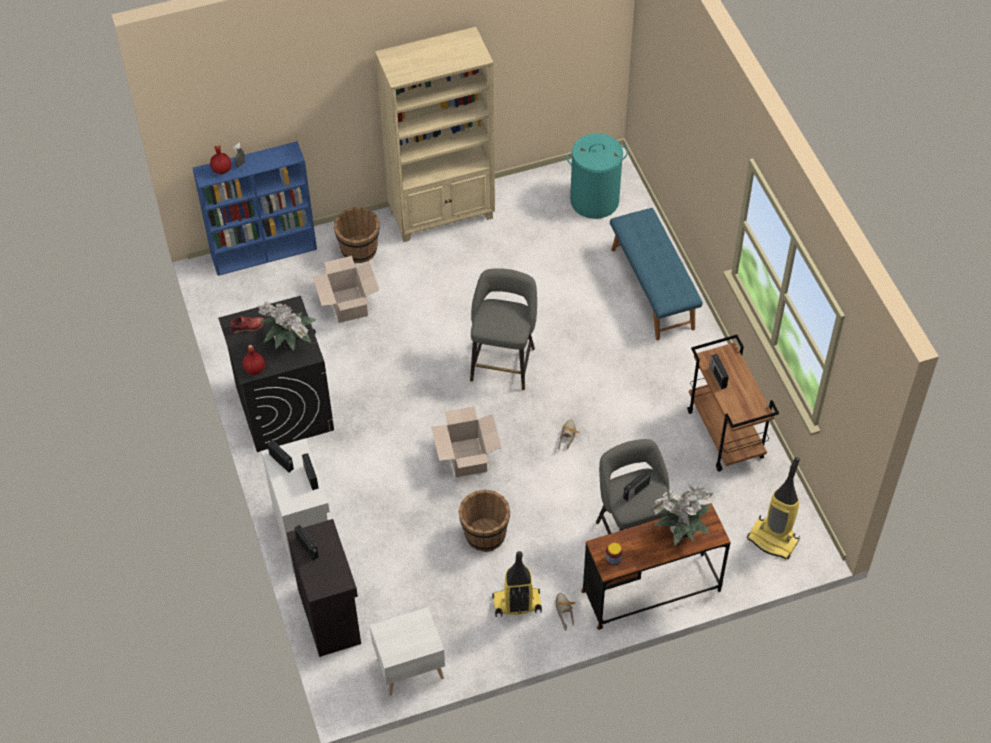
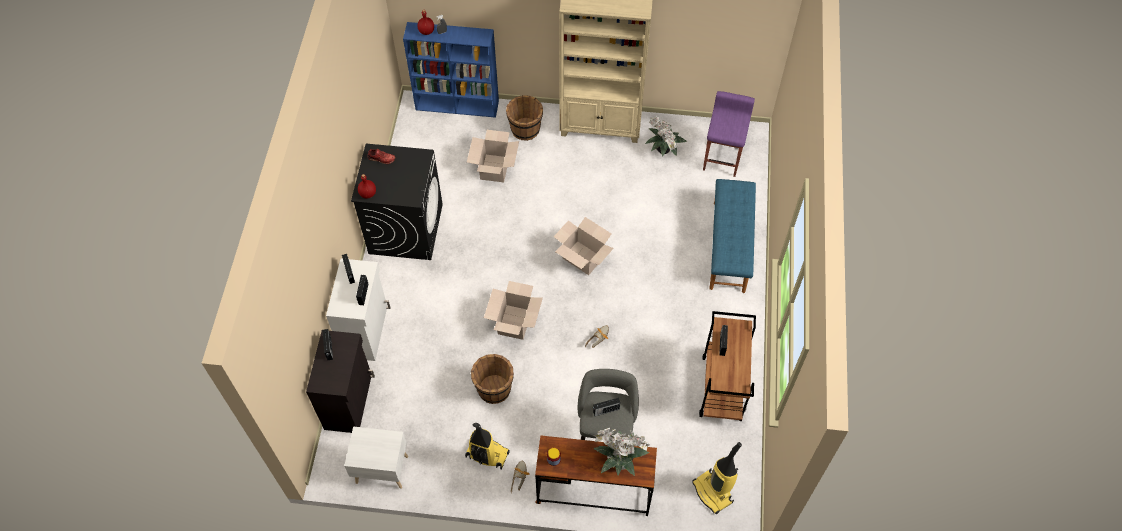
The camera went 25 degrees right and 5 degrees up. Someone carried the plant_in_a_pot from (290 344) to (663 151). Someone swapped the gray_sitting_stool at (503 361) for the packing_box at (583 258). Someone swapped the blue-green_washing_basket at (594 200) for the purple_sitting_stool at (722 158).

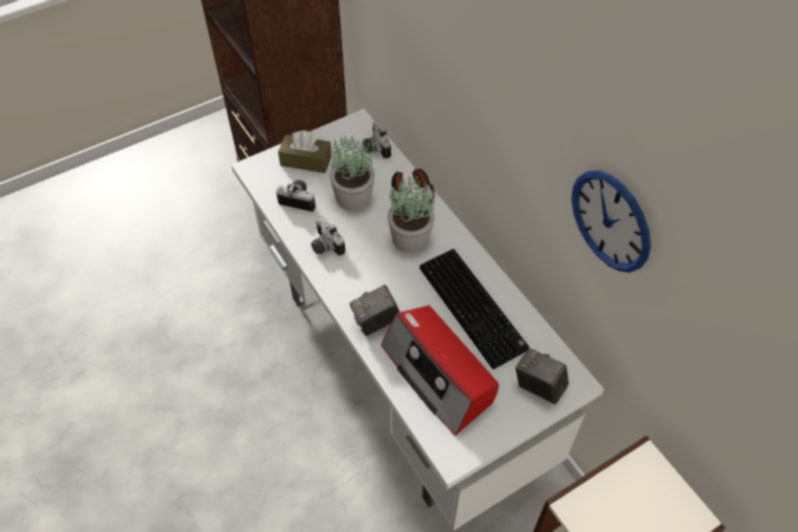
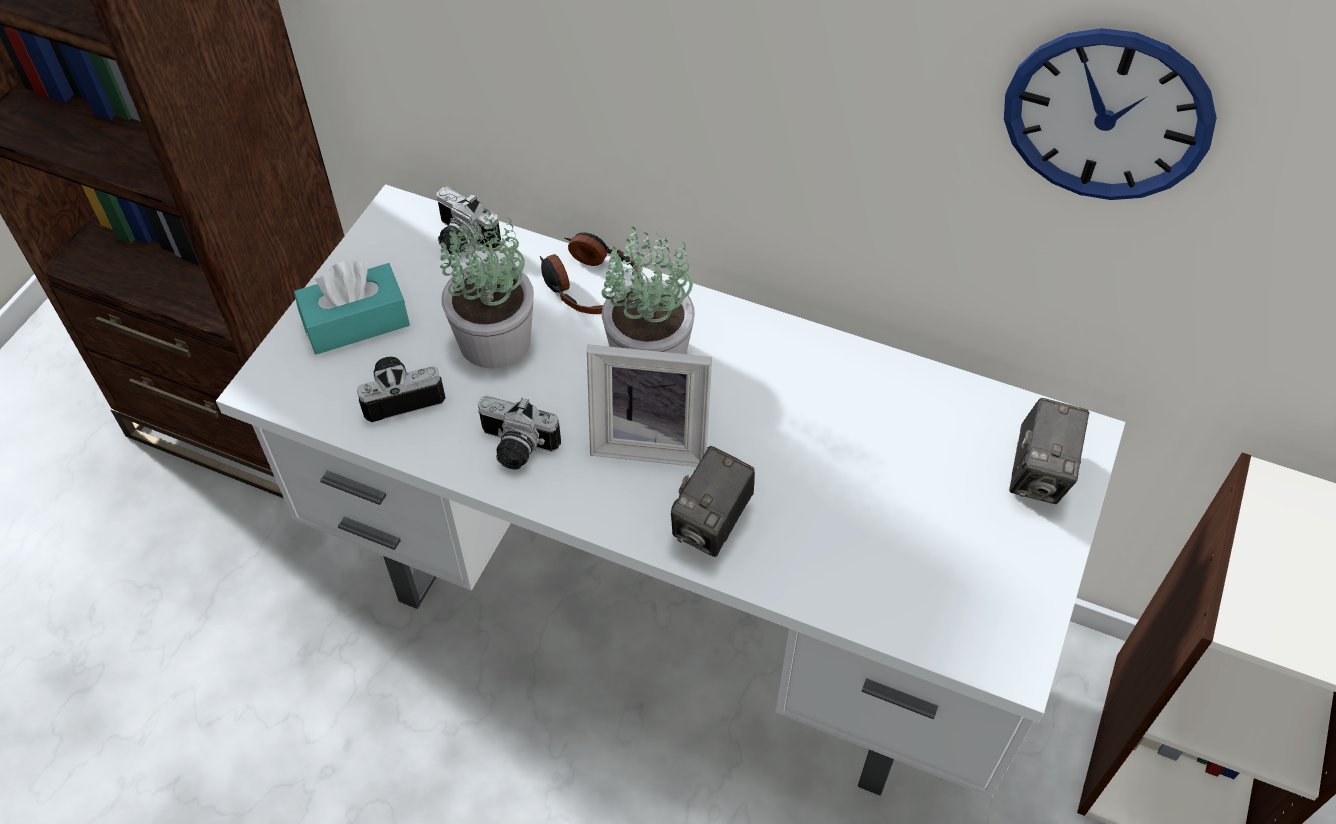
The camera went 35 degrees left and 0 degrees up. Someone repainted the brown_tissue_box at (306 161), which became the blue-green_tissue_box at (356 322). Someone took away the radio at (439 375). Someone took away the computer_keyboard at (475 308). Someone rotated the still_camera at (539 387) by 75 degrees counterclockwise. Someone put down the picture_frame at (650 440).

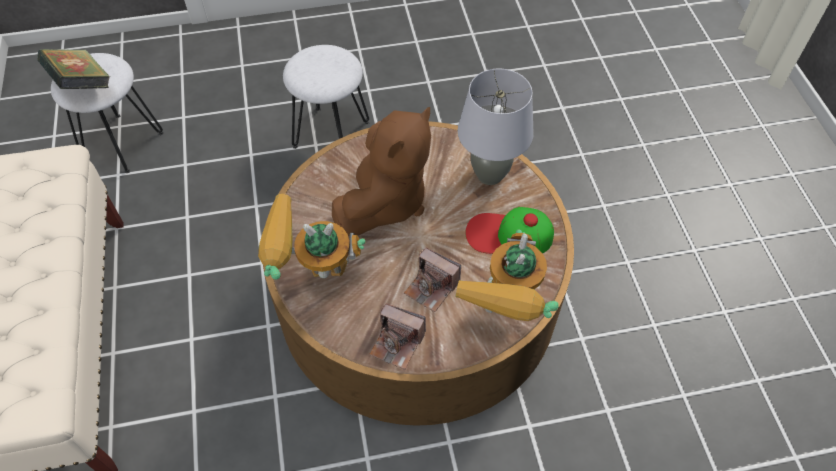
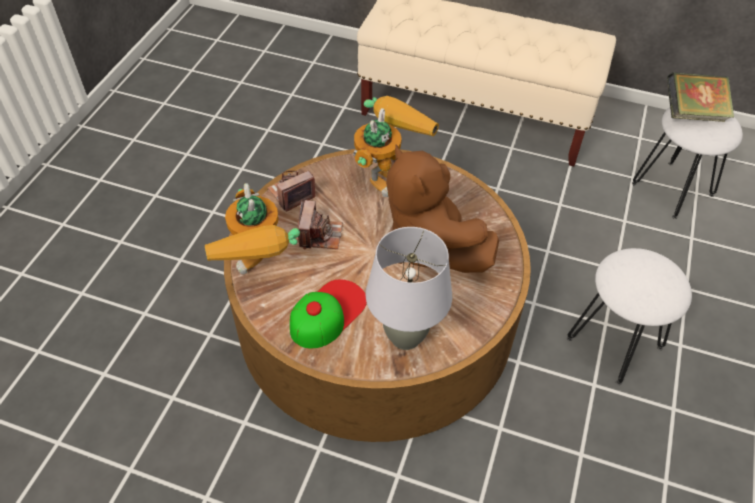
The camera went 120 degrees right and 5 degrees down. Someone rotated the still_camera at (431 287) by 120 degrees clockwise. Someone rotated the robot_figure at (505 313) by 150 degrees counterclockwise.

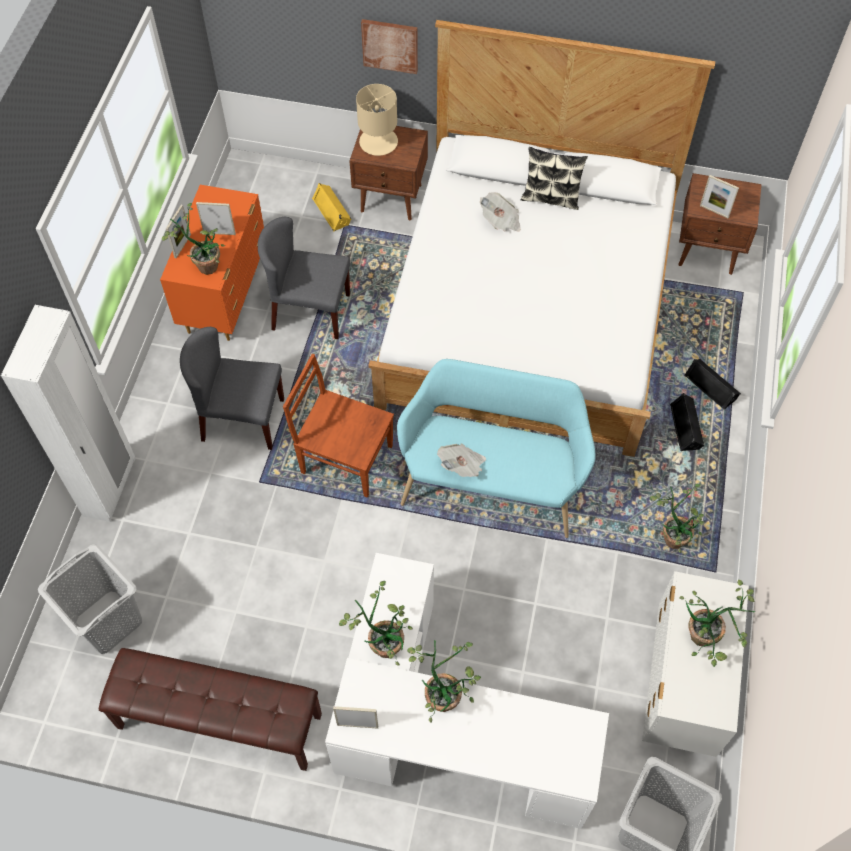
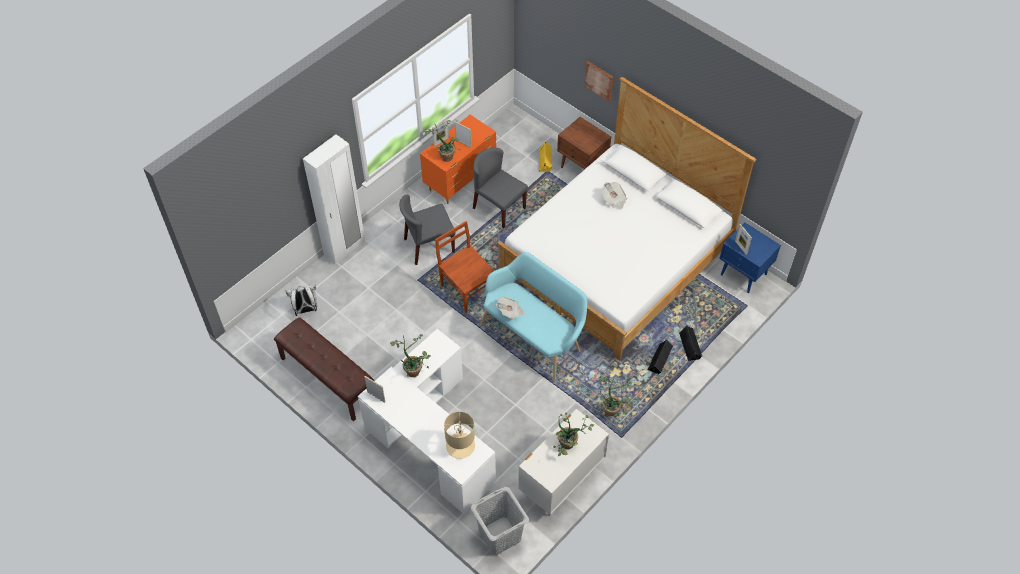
The camera went 30 degrees right and 5 degrees down. Someone swapped the gray_washing_basket at (108 622) for the white-coloured_backpack at (306 310). Someone rotated the gray_plain_chair at (242 419) by 60 degrees counterclockwise. Someone carried the beige-coloured_tabletop_lamp from (378 142) to (460 445). Someone took away the plant_in_a_pot at (444 693). Someone took away the throw_pillow at (551 198). Someone repainted the brown_bedside_table at (708 251), which became the bluish_bedside_table at (744 274).

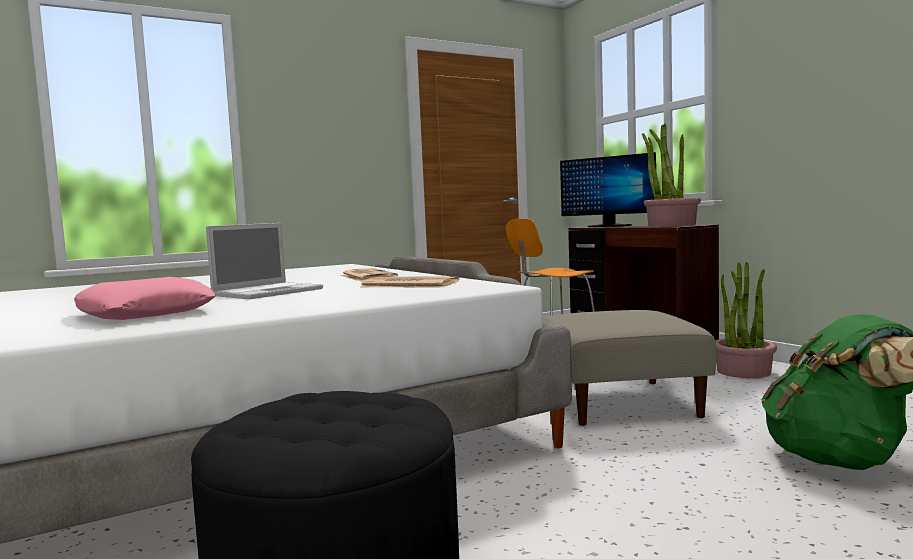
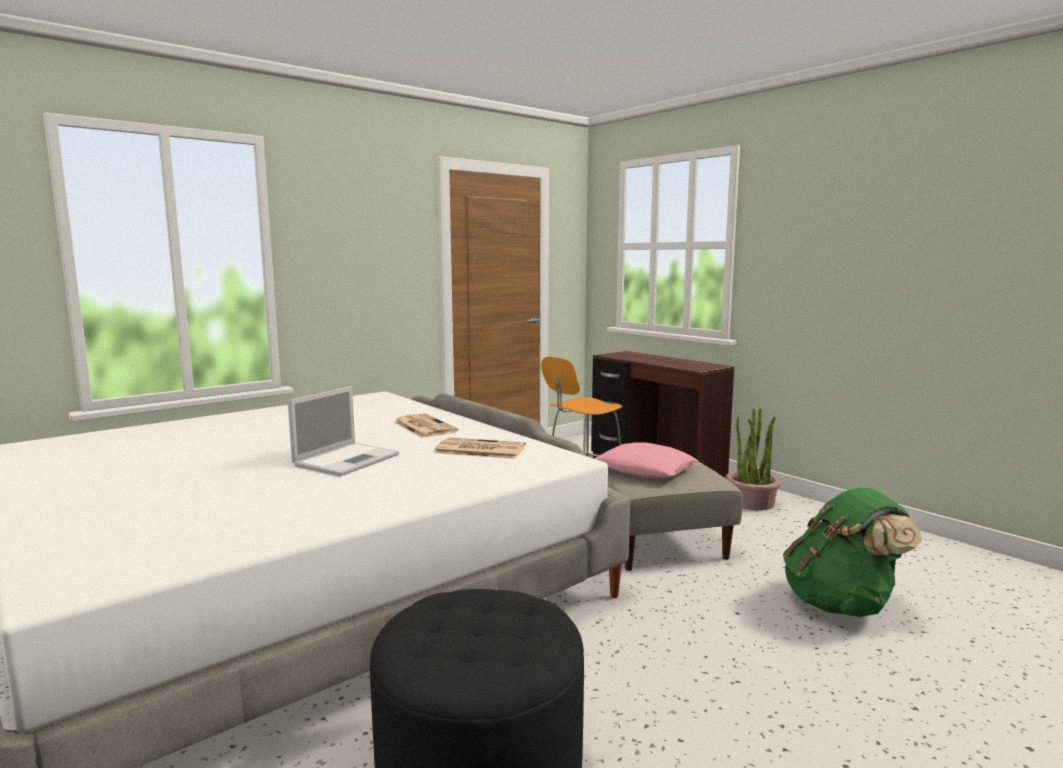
The camera went 10 degrees left and 5 degrees up. Someone carried the pink_throw_pillow from (144 313) to (645 469). Someone took away the monitor at (609 226). Someone took away the plant_in_a_pot at (671 225).

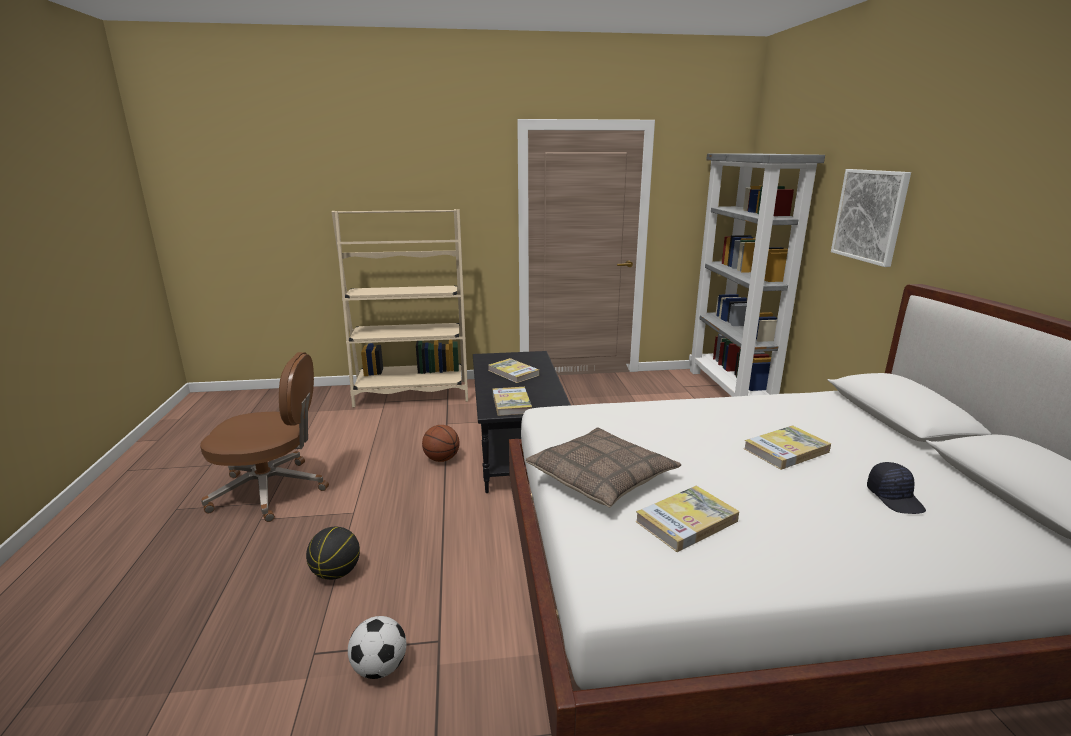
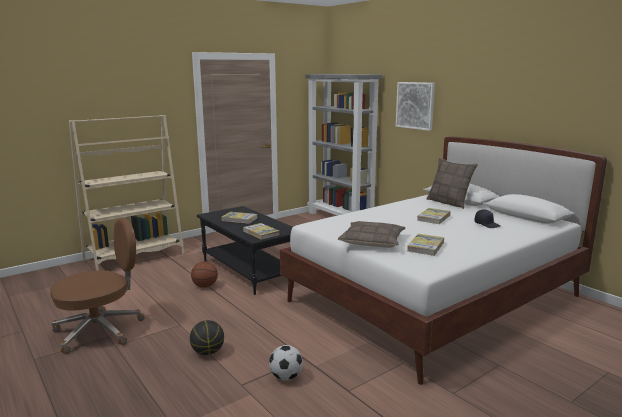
The camera went 30 degrees left and 5 degrees down. Someone put down the throw_pillow at (449 203).

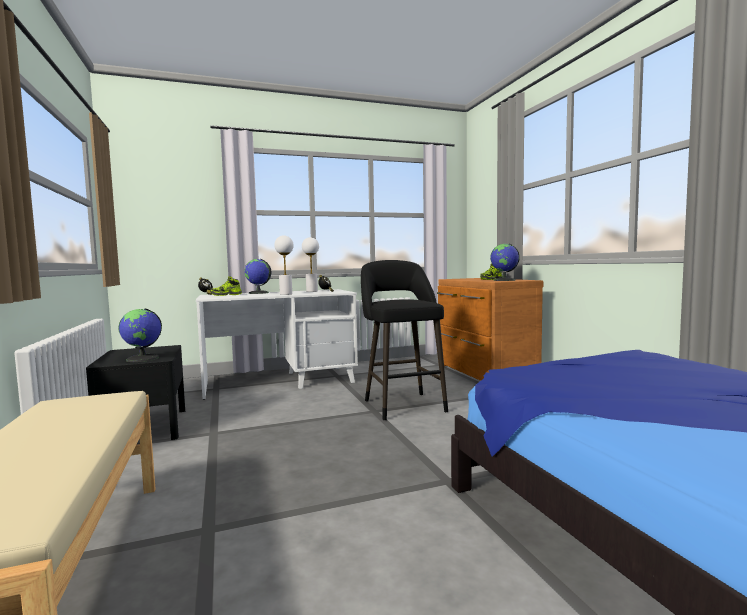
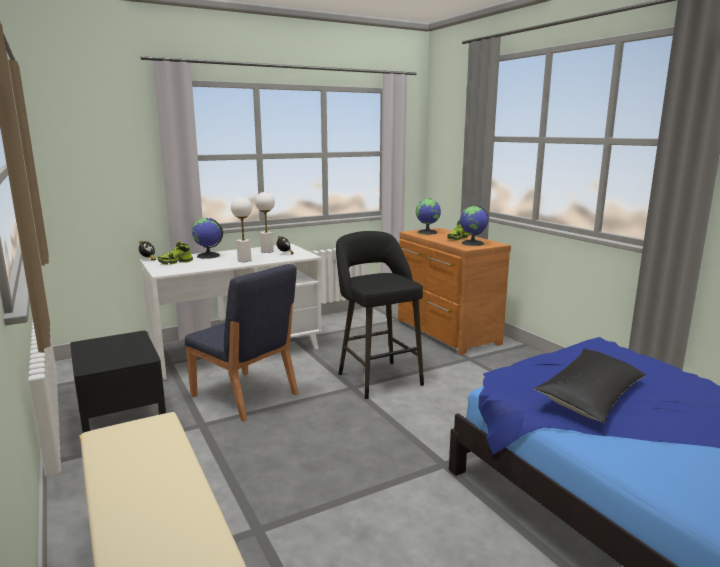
The camera went 10 degrees left and 10 degrees up. Someone carried the world_globe from (143 359) to (428 232). Someone put down the bluish_plain_chair at (245 395). Someone put down the black-coloured_throw_pillow at (591 396).

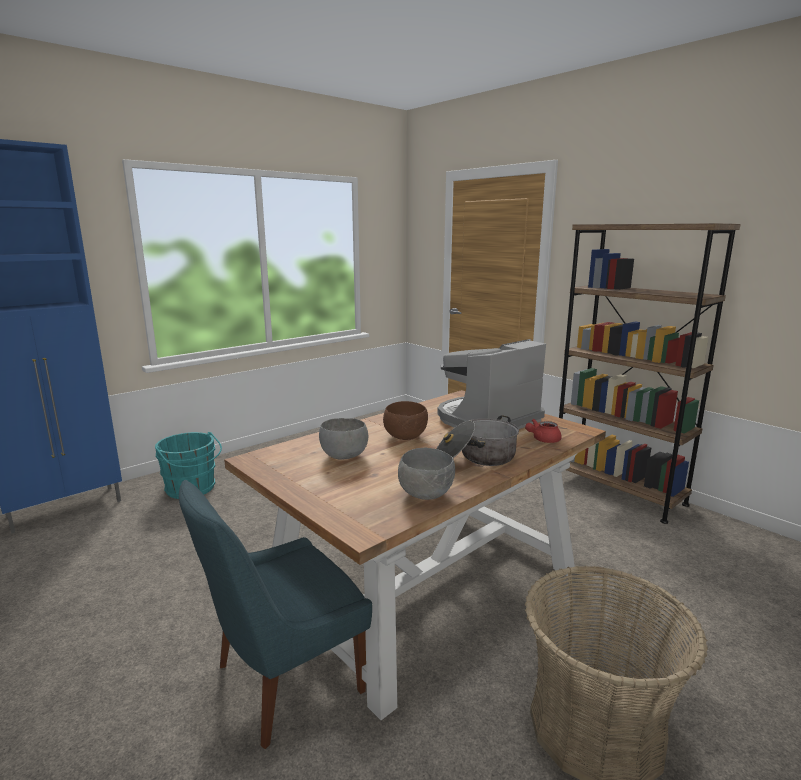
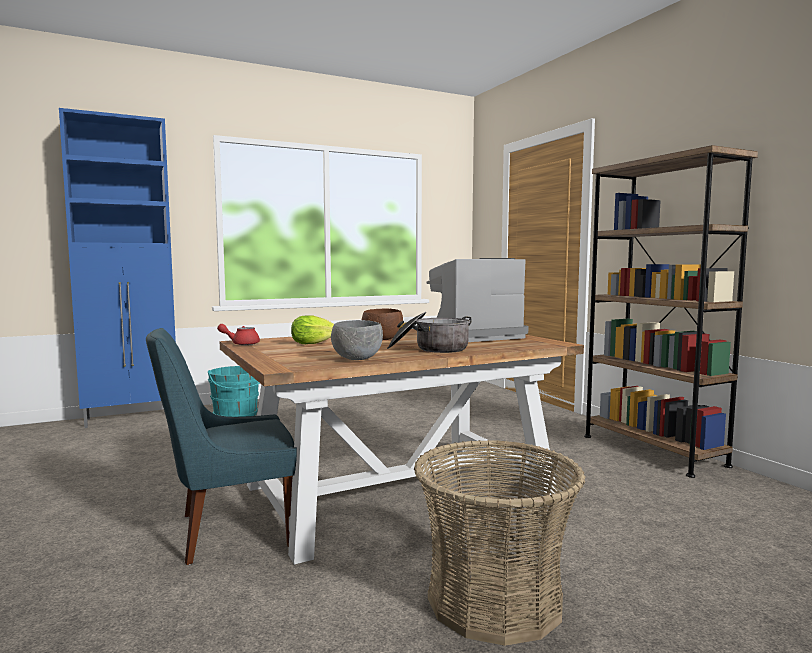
The camera went 15 degrees right and 10 degrees down. Someone swapped the gray_deep_dish at (343 456) for the lettuce at (315 343). Someone carried the red-coloured_tea_pot from (542 440) to (241 344).

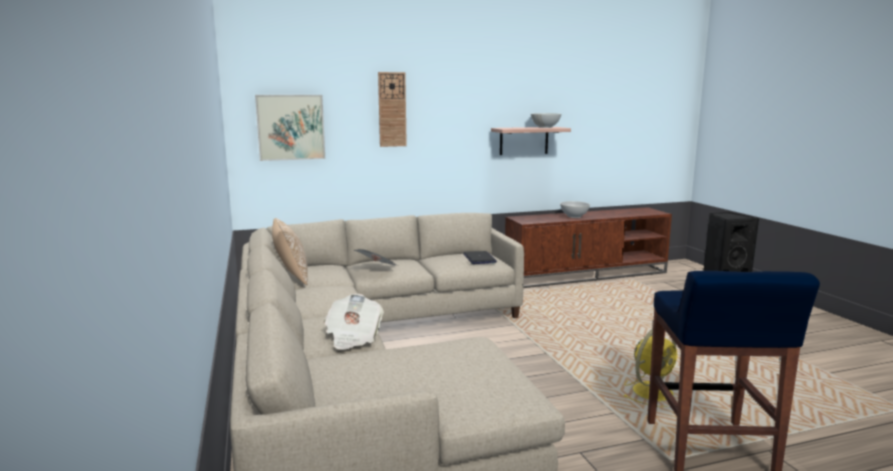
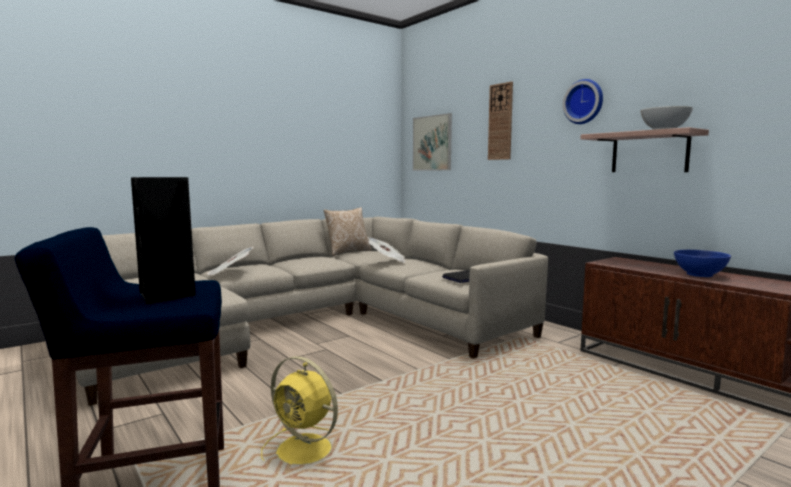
The camera went 70 degrees right and 5 degrees down. Someone repainted the white-coloured_deep_dish at (574 216), which became the bluish_deep_dish at (699 274). Someone put up the clock_on_the_wall at (584 102).

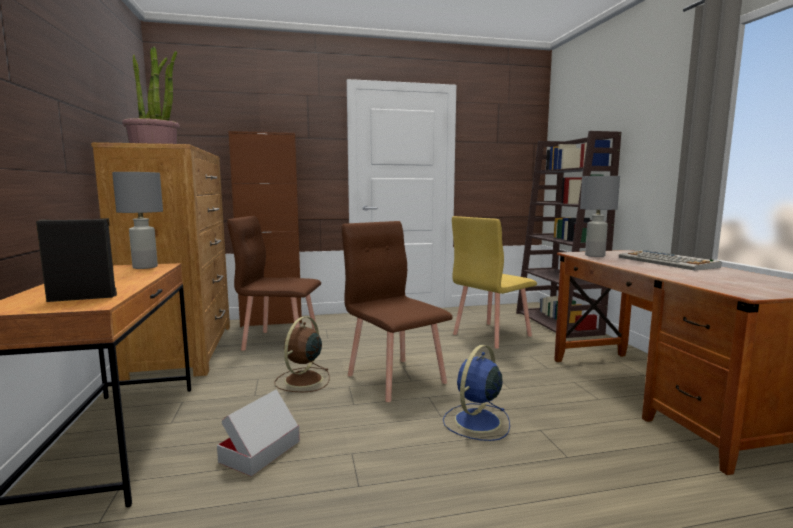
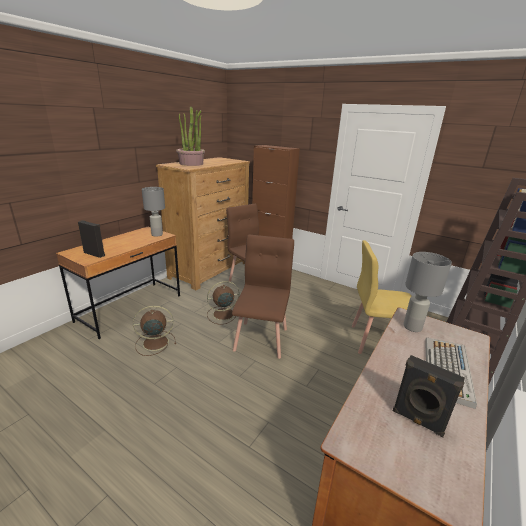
The camera went 45 degrees right and 15 degrees up. Someone swapped the packing_box at (260 451) for the brown_electric_fan at (154 343). Someone took away the bluish_electric_fan at (476 422). Someone put down the black-coloured_speaker at (417 421).

